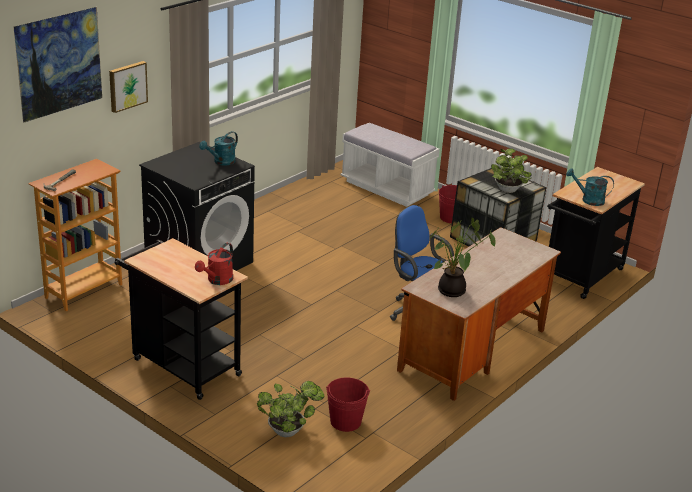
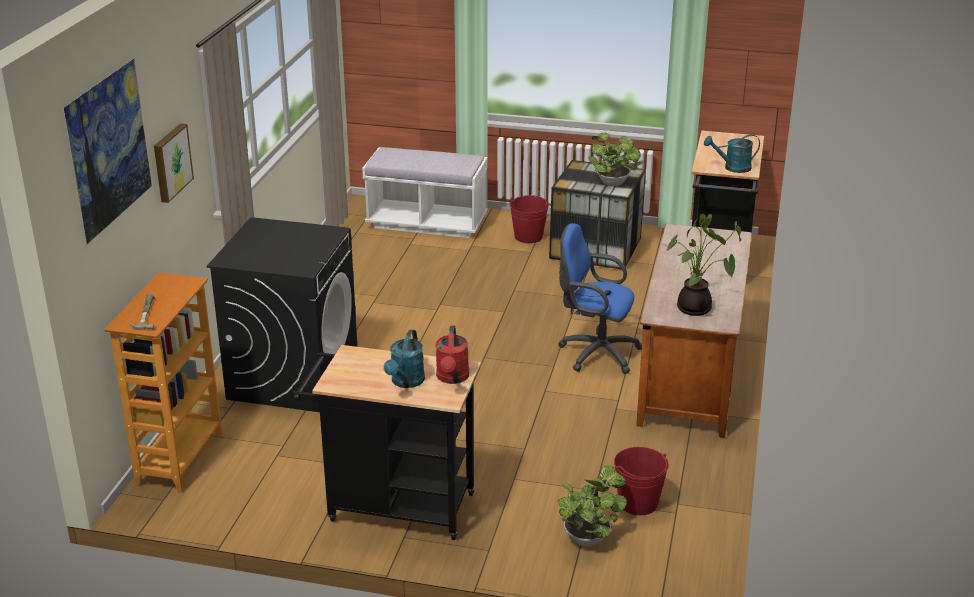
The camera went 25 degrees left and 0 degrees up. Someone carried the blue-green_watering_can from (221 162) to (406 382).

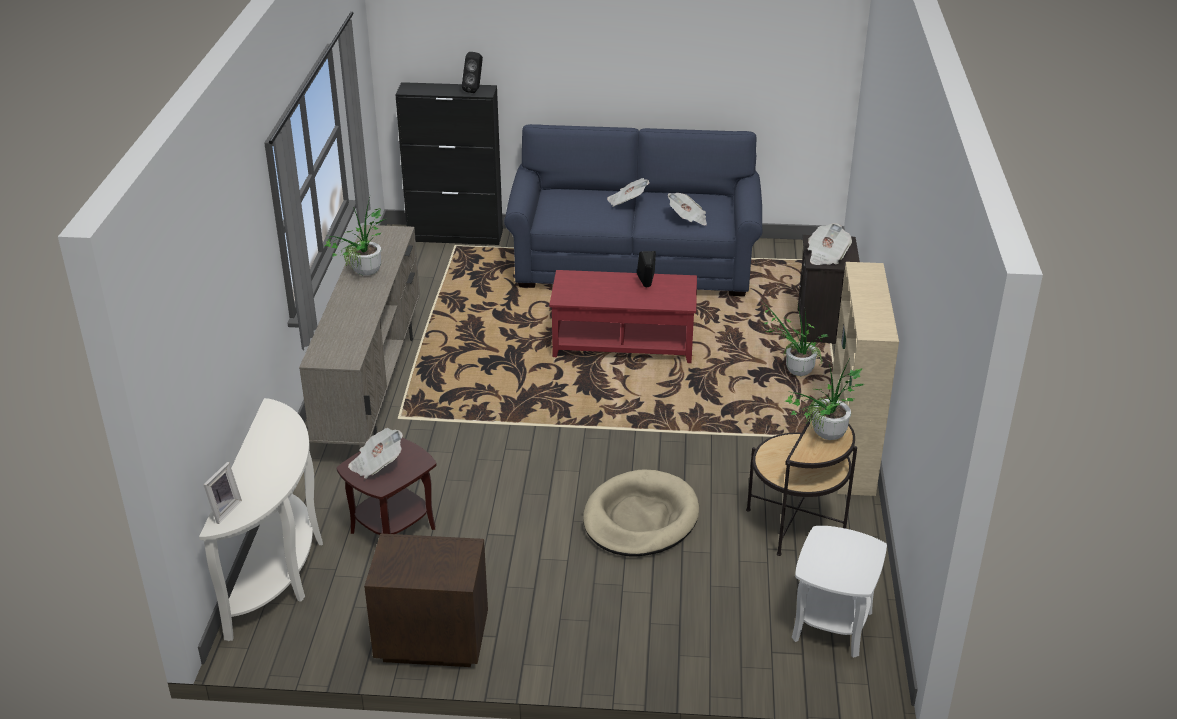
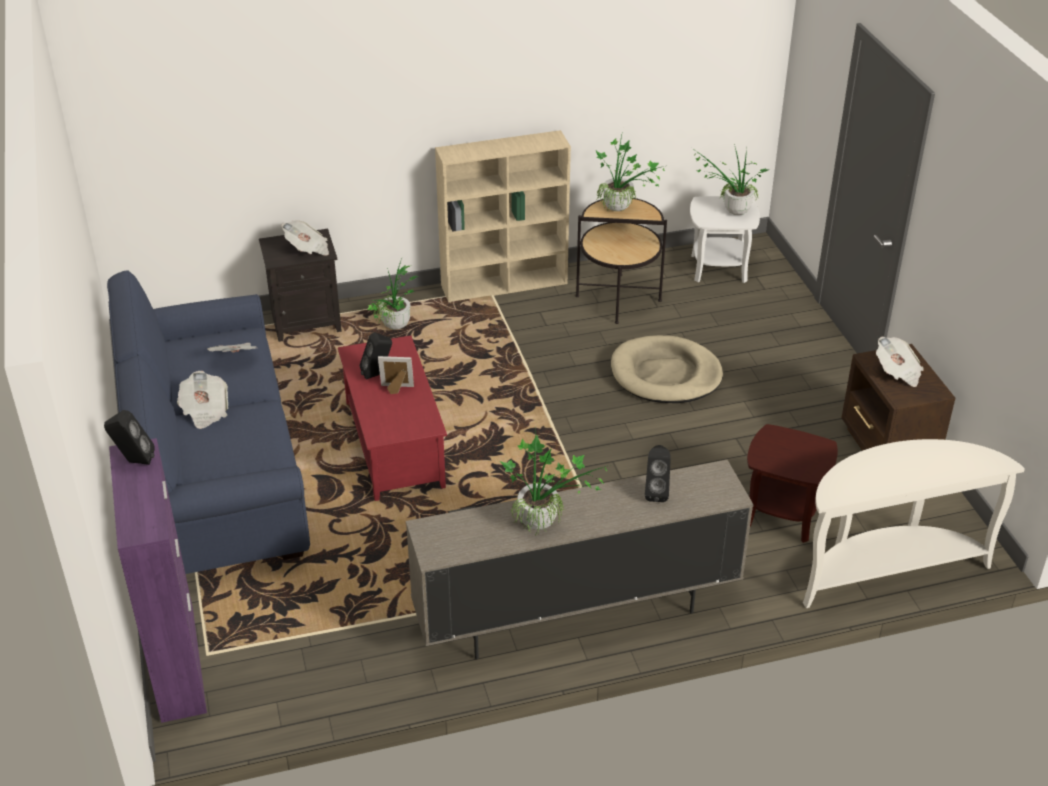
The camera went 110 degrees left and 5 degrees up. Someone carried the picture_frame from (223 510) to (396 389). Someone carried the printed_paper from (376 465) to (897 372). Someone repainted the black-coloured_cabinet at (456 236), which became the purple_cabinet at (178 663). Someone put down the black-coloured_speaker at (656 492). Someone put down the plant_in_a_pot at (731 211).

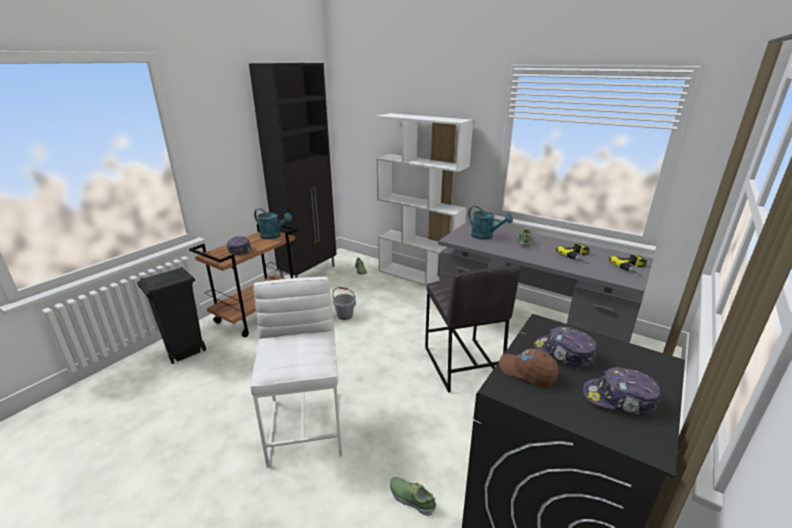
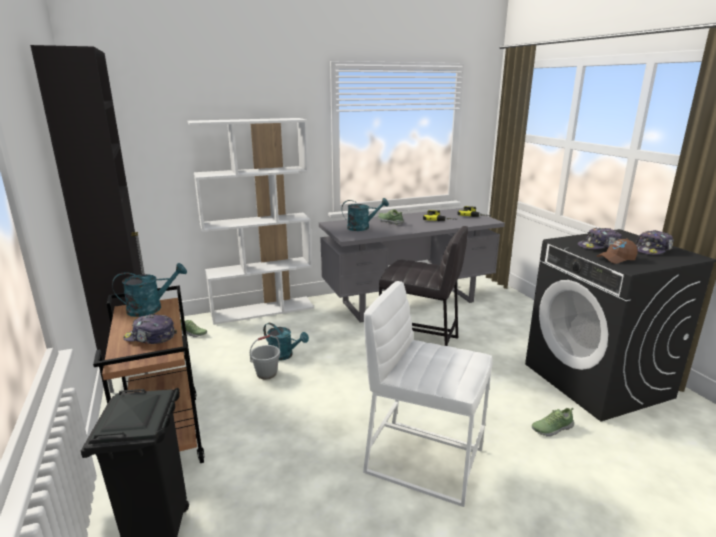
The camera went 55 degrees left and 5 degrees down. Someone put down the blue-green_watering_can at (284 355).

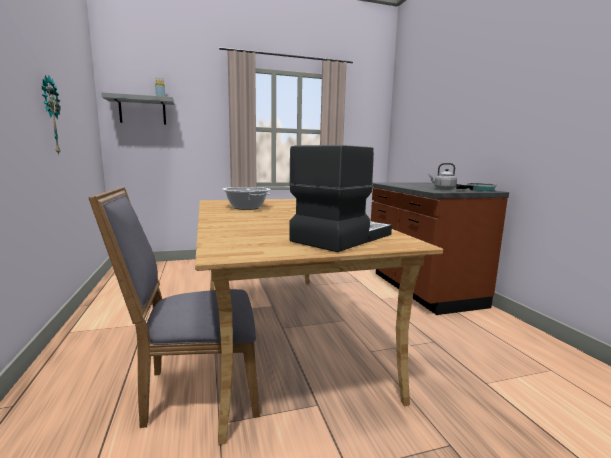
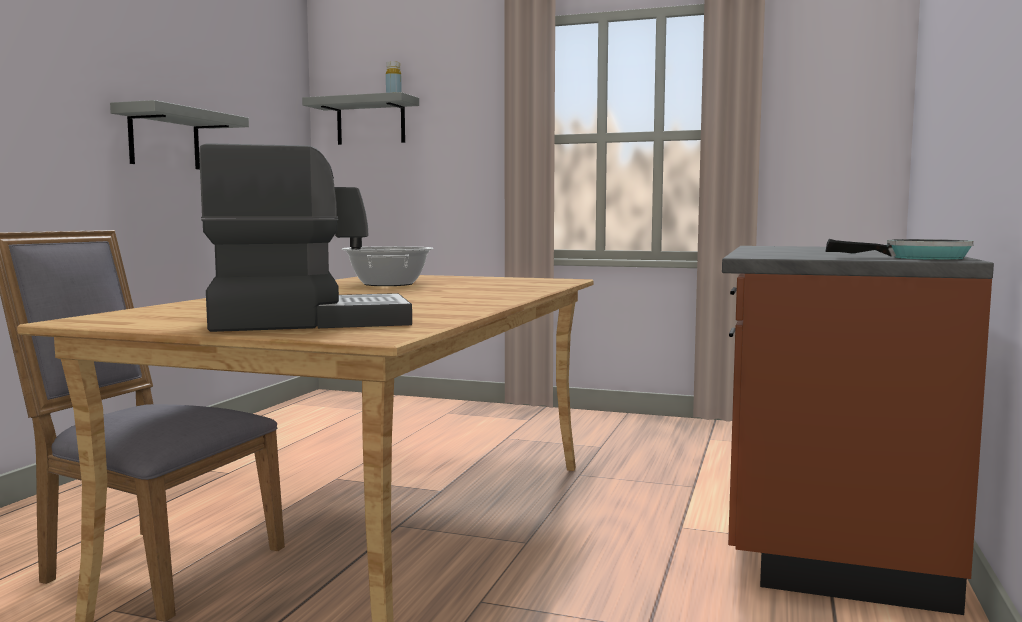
The camera went 35 degrees right and 5 degrees down. Someone swapped the clock_on_the_wall at (49 115) for the gray_wall_shelf at (164 139). Someone took away the gray_water_kettle at (443 189).

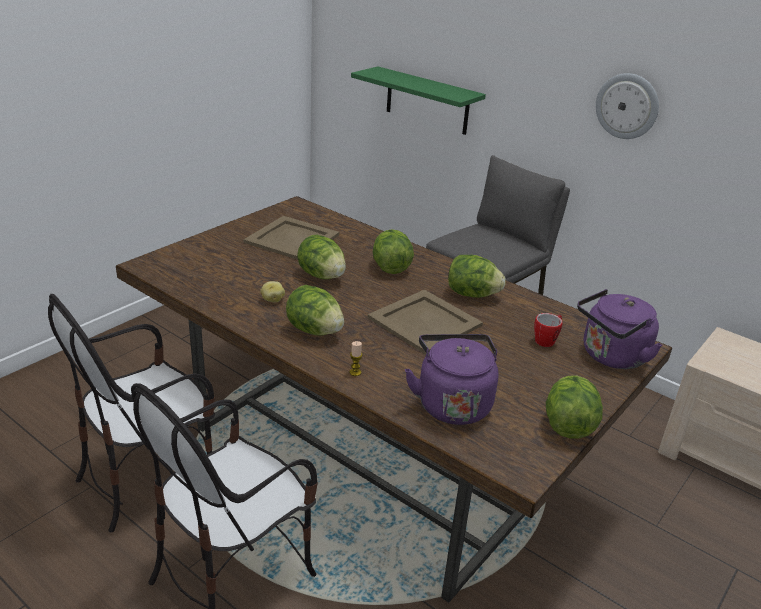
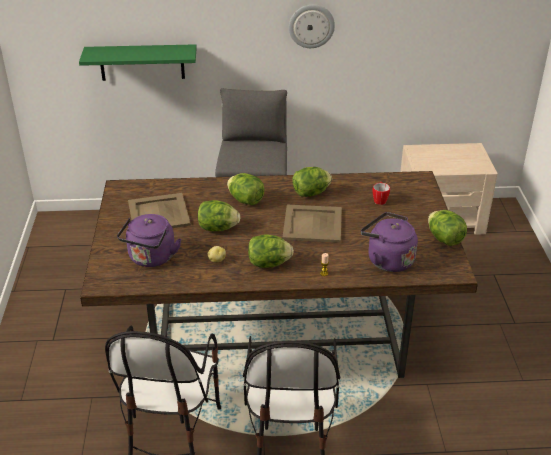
The camera went 40 degrees left and 5 degrees up. Someone carried the purple_water_kettle from (611 357) to (151 258).

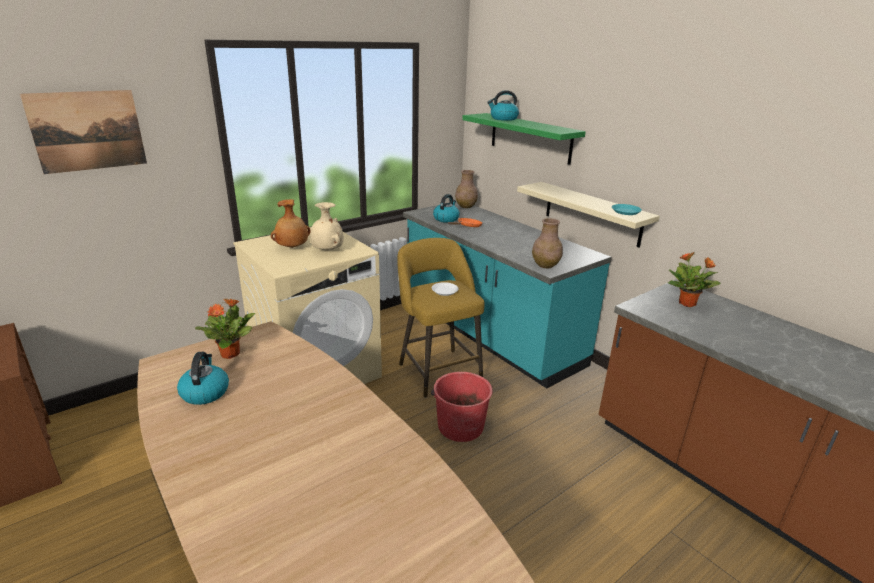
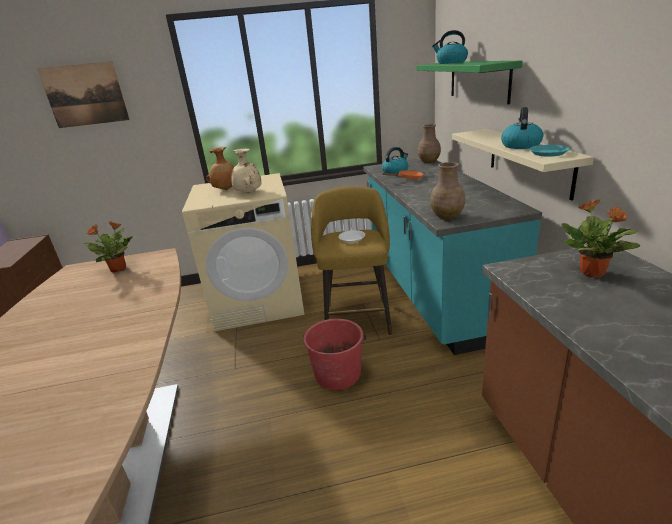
The camera went 30 degrees right and 0 degrees up. Someone carried the water_kettle from (205 392) to (520 145).

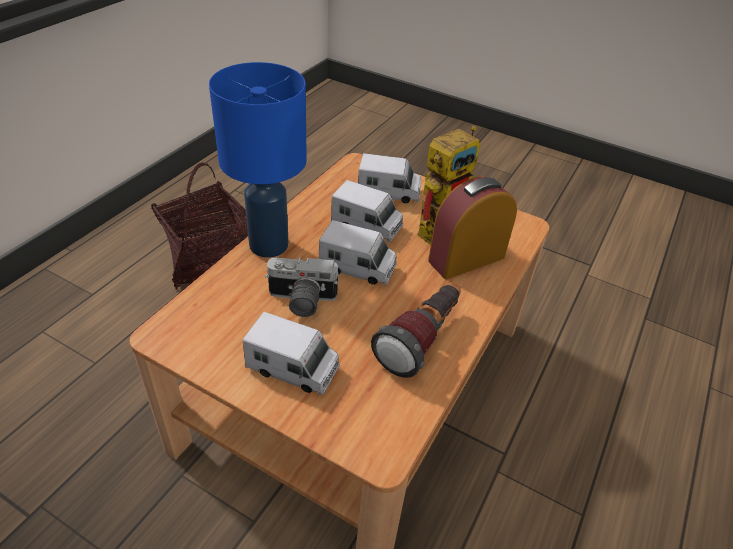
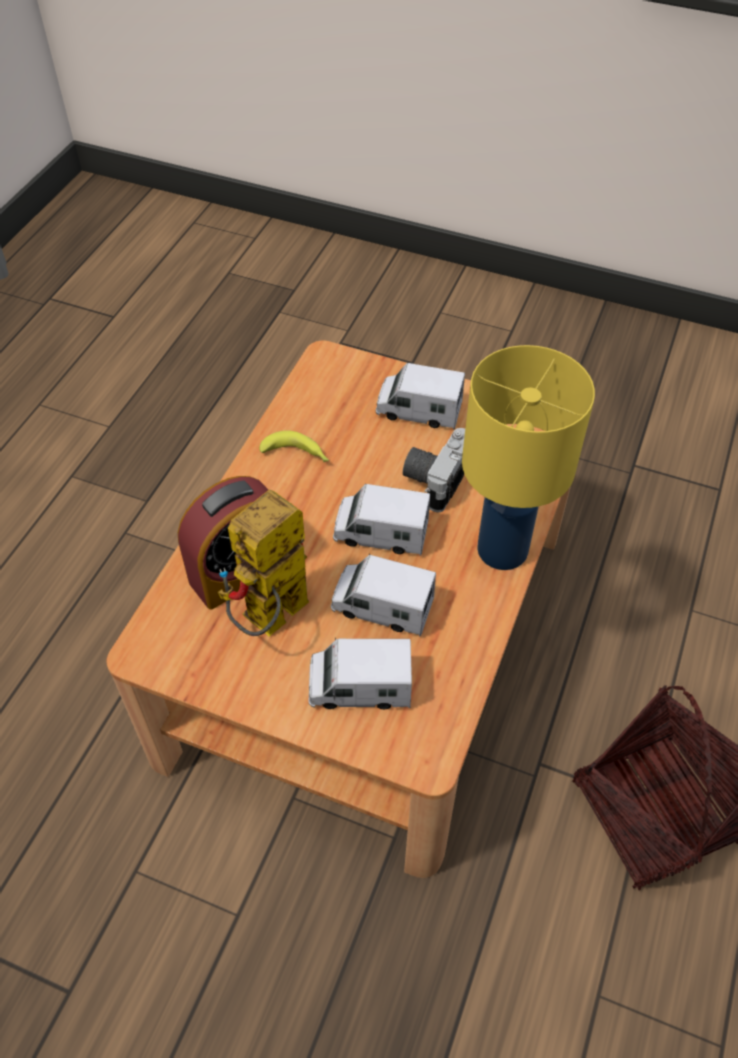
The camera went 175 degrees right and 10 degrees up. Someone repainted the bluish_tabletop_lamp at (267 245), which became the yellow-coloured_tabletop_lamp at (504 549). Someone rotated the still_camera at (301 301) by 60 degrees counterclockwise. Someone swapped the torch at (421 340) for the banana at (297 455).

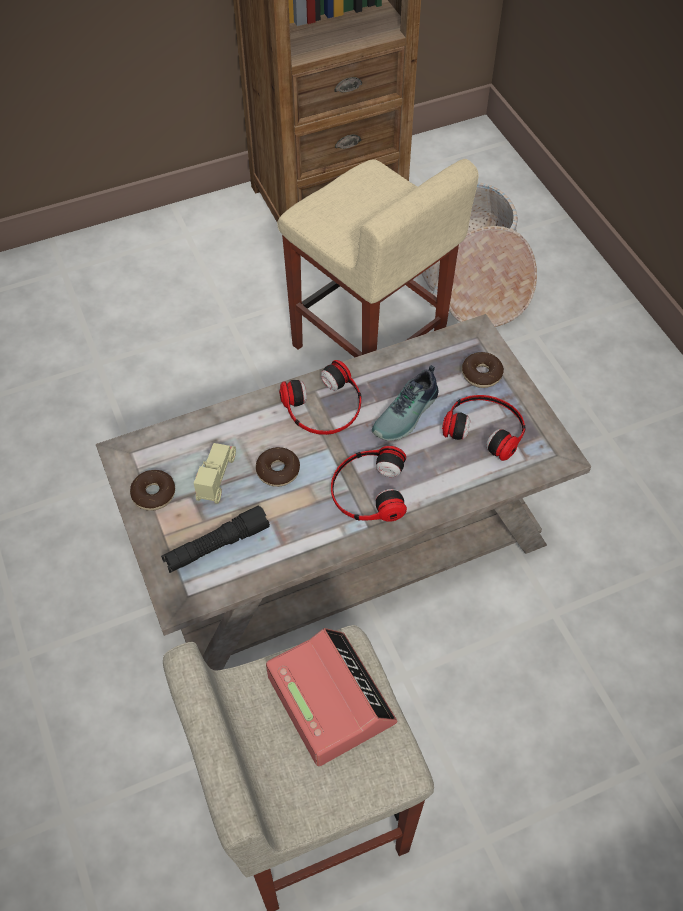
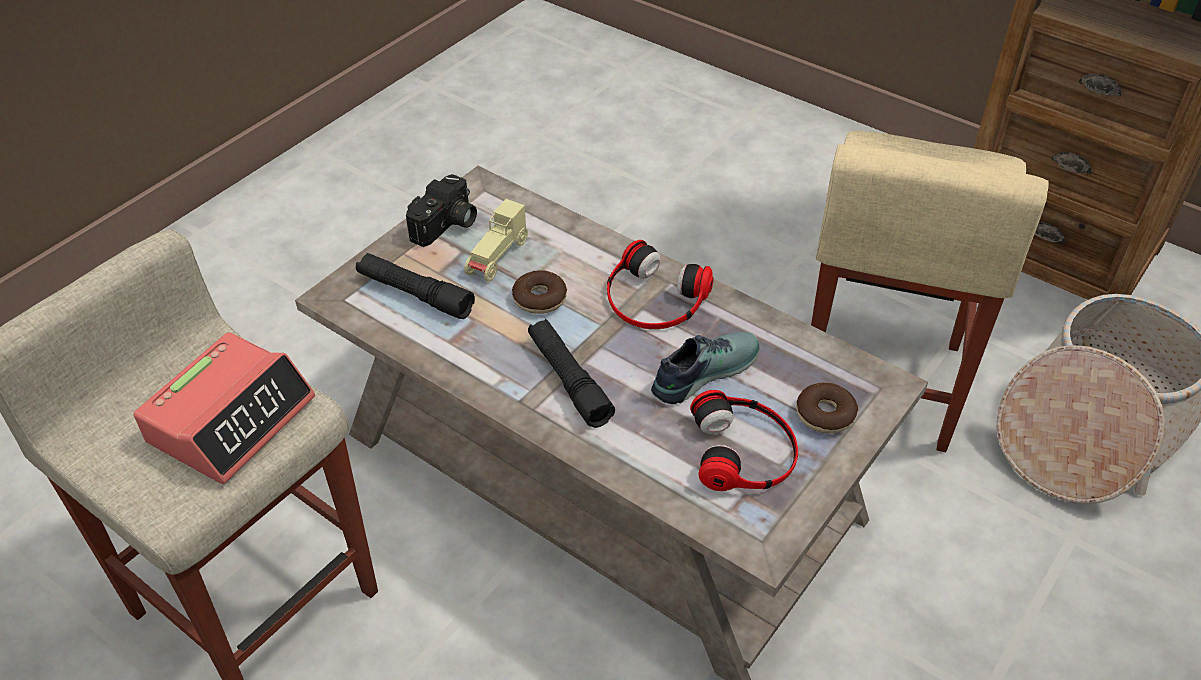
The camera went 60 degrees right and 10 degrees down. Someone swapped the donut at (154 494) for the still_camera at (446 226). Someone rotated the beige-coloured_model_car at (216 477) by 135 degrees clockwise. Someone swapped the pair_of_headphones at (368 490) for the black-coloured_torch at (568 380). Someone rotated the item_of_footwear at (407 415) by 135 degrees clockwise.

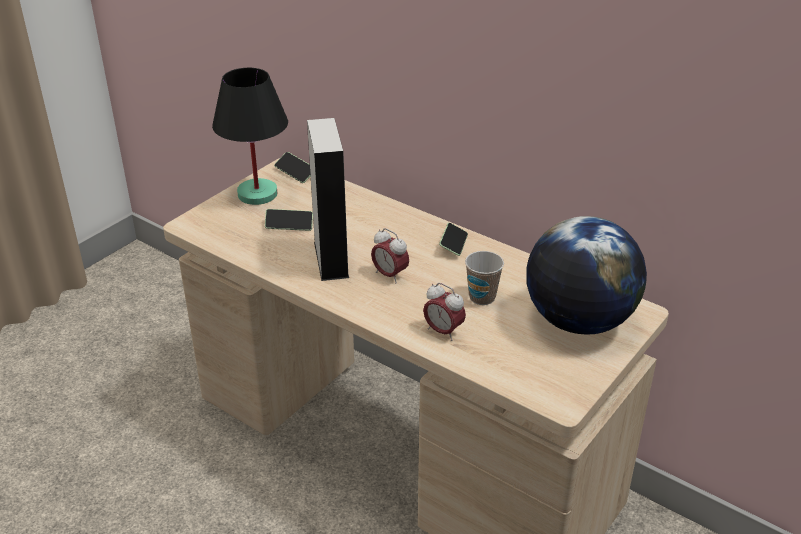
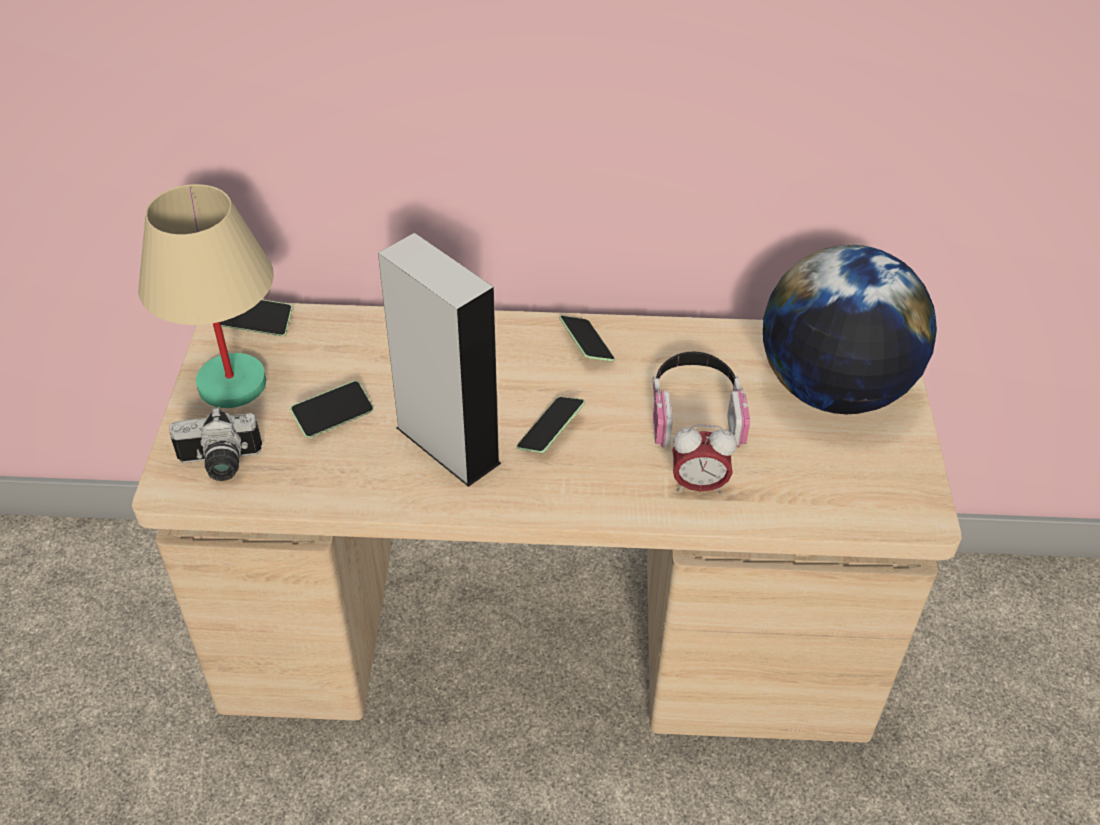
The camera went 35 degrees left and 10 degrees up. Someone repainted the black-coloured_tabletop_lamp at (258 194), which became the beige-coloured_tabletop_lamp at (233 383). Someone swapped the bedside_clock at (390 275) for the phone at (550 432). Someone swapped the drinking_cup at (482 297) for the pair_of_headphones at (695 410). Someone put down the still_camera at (219 464).

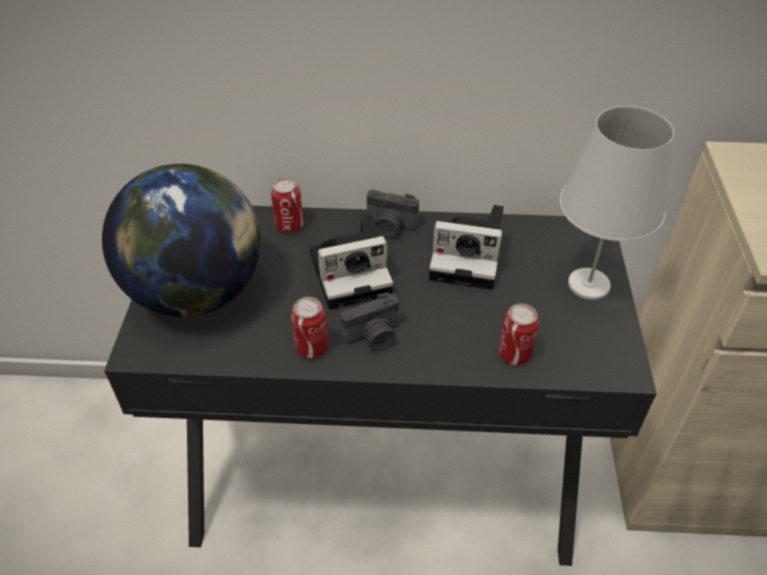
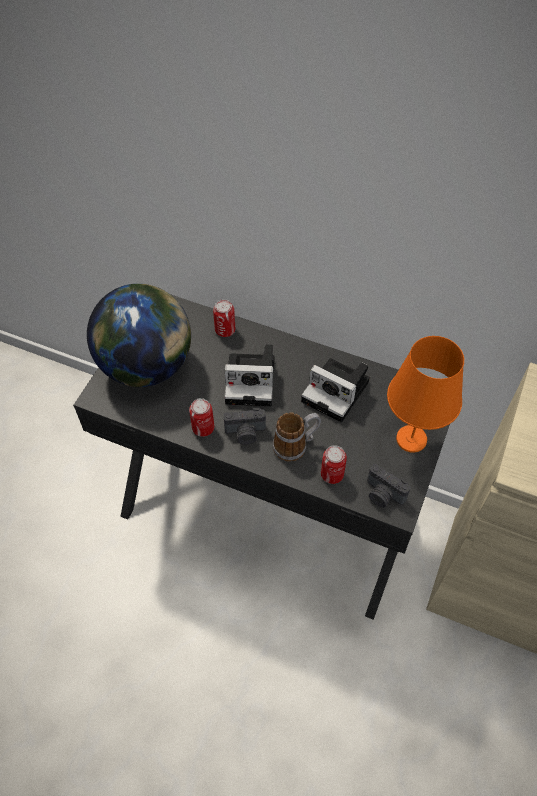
The camera went 20 degrees right and 10 degrees up. Someone carried the still_camera from (390 227) to (382 495). Someone repainted the white-coloured_tabletop_lamp at (589 285), which became the orangey_tabletop_lamp at (411 439). Someone put down the tea_mug at (296 445).

